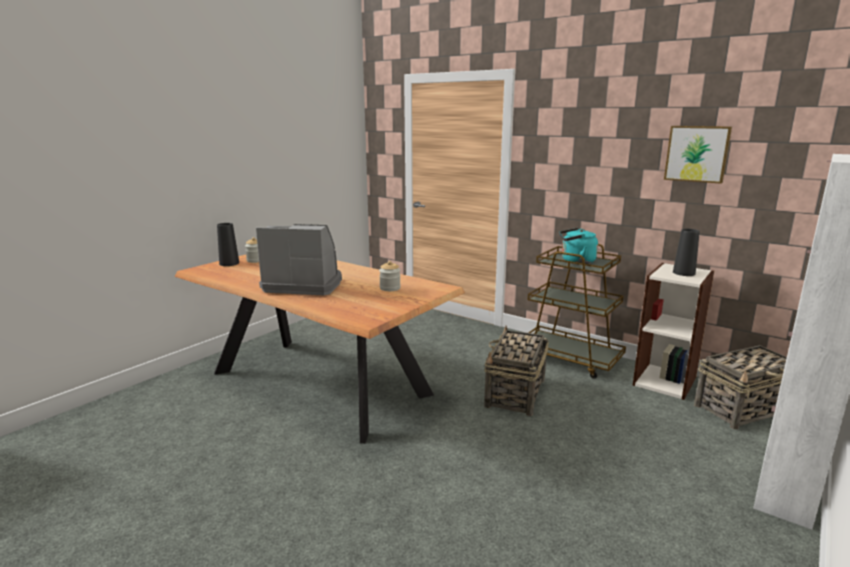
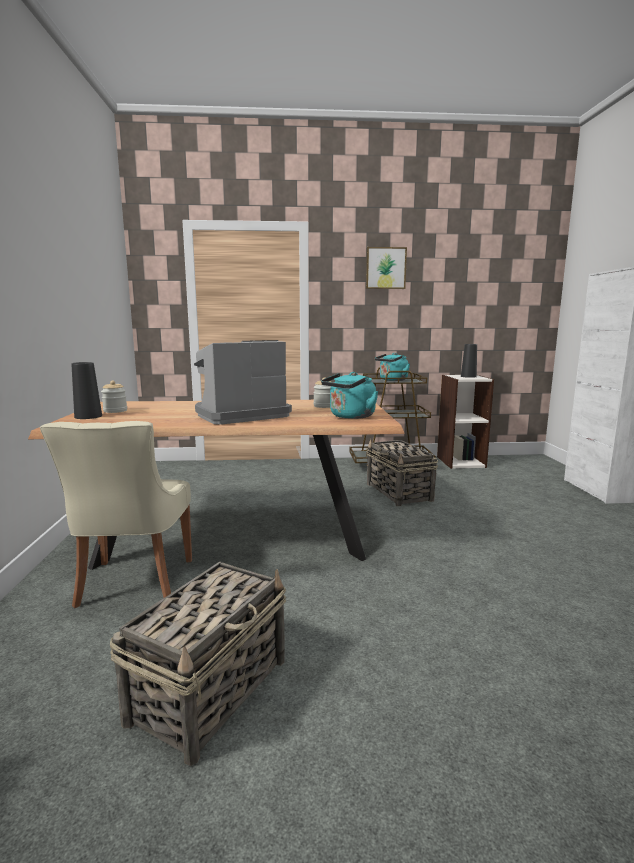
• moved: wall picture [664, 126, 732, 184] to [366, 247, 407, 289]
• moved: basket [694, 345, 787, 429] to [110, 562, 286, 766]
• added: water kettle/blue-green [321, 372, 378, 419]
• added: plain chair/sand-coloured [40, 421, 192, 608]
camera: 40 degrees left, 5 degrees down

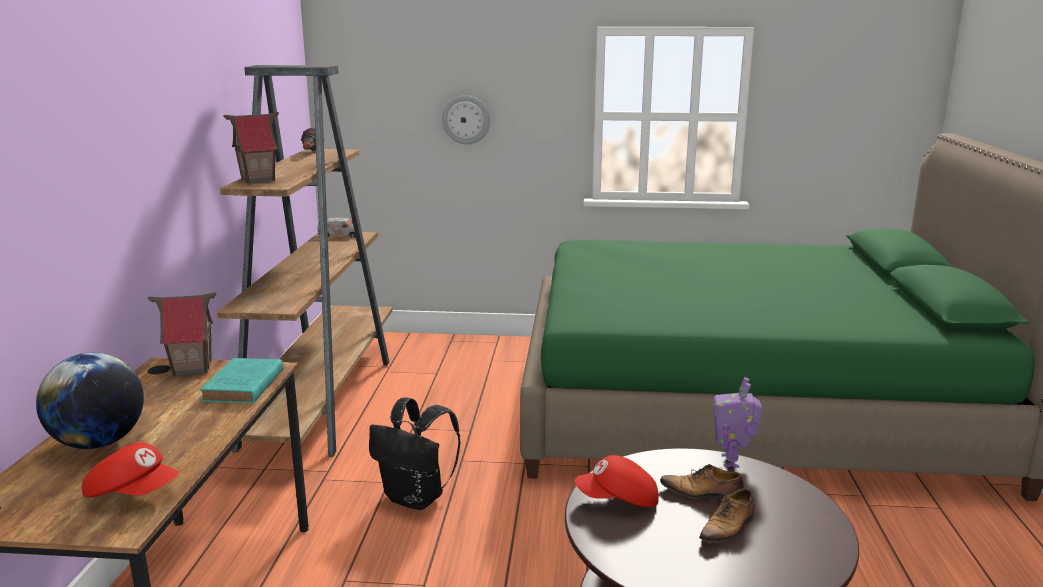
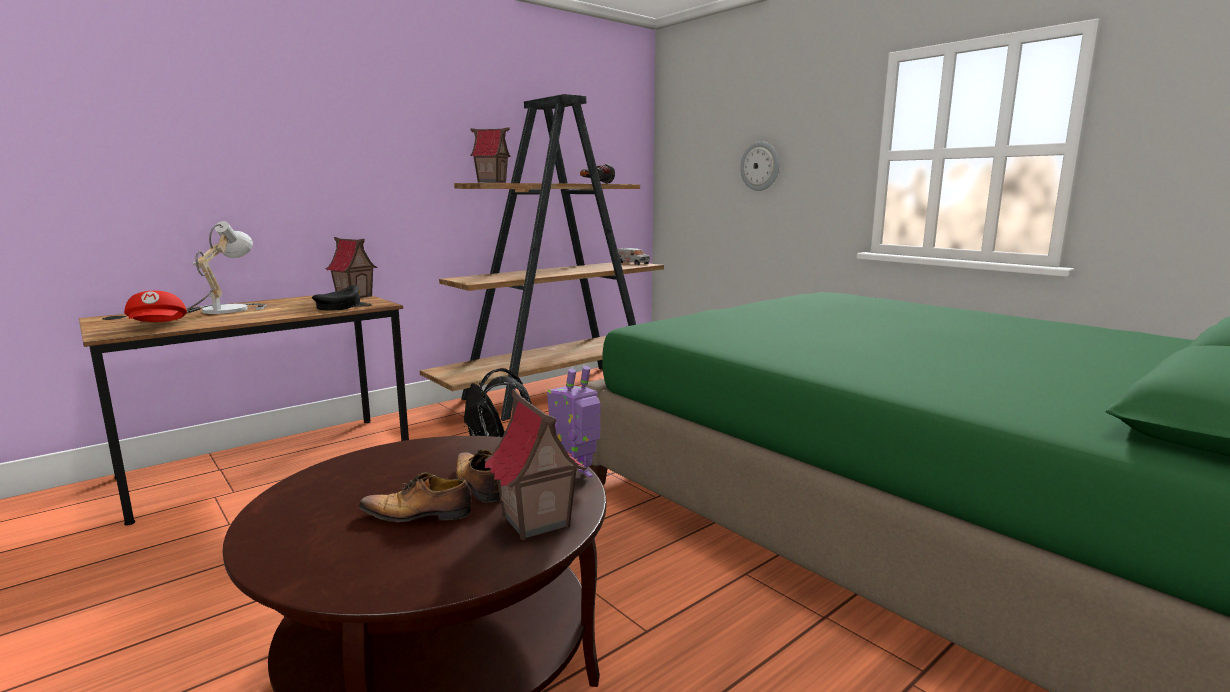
• replaced: globe [36, 352, 144, 449] to lamp for a table [186, 221, 267, 314]
• replaced: bound book/blue-green [200, 358, 284, 403] to baseball cap/black-coloured [312, 285, 372, 310]
• removed: baseball cap/red-coloured [575, 455, 659, 507]
• added: model house [484, 389, 586, 540]
camera: 45 degrees right, 5 degrees down

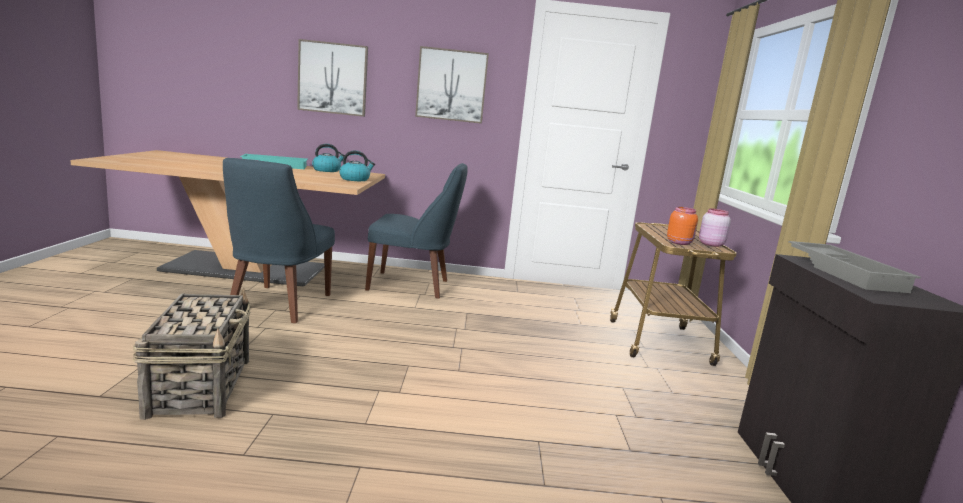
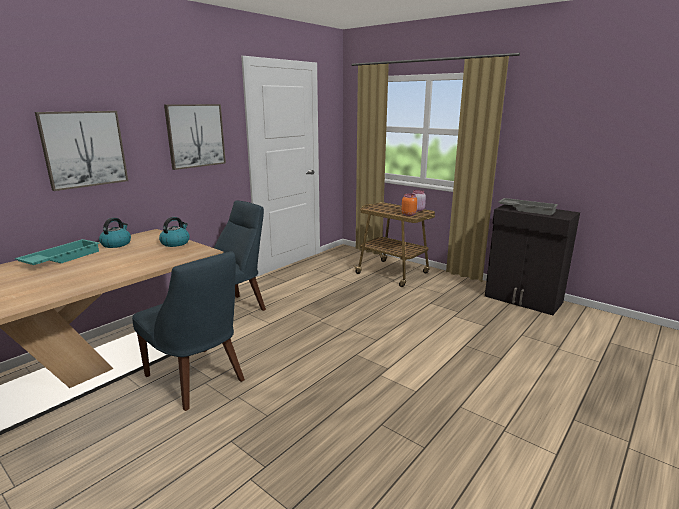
• removed: basket [132, 288, 250, 420]
camera: 50 degrees left, 5 degrees up

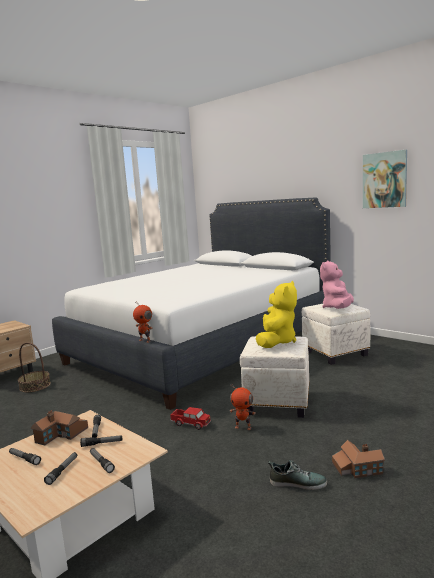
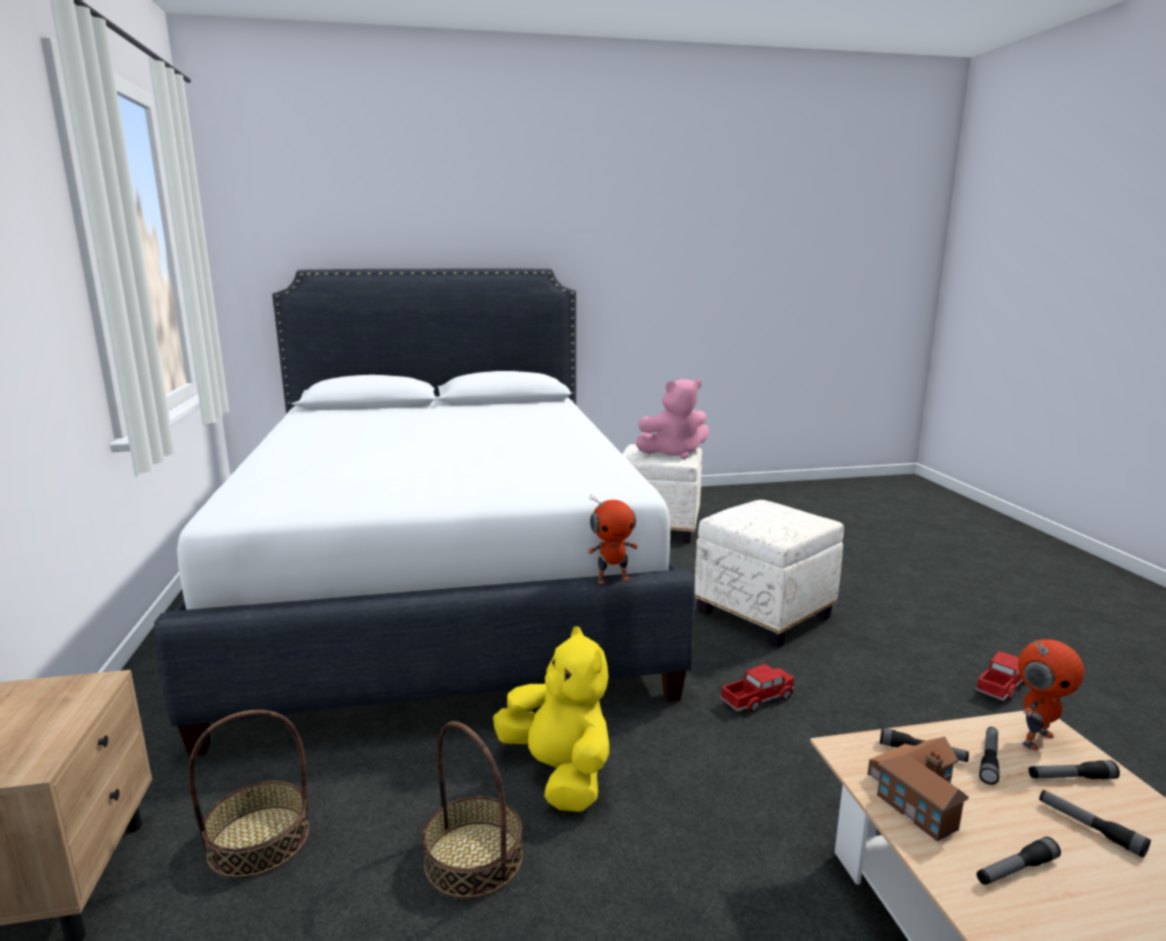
• removed: wall picture [363, 150, 407, 208]
• turned: soft toy/pink-coloured [320, 261, 354, 309] = [636, 379, 709, 459] 75 degrees counterclockwise
• moved: soft toy/yellowish [256, 281, 297, 348] to [493, 626, 609, 812]
• moved: toy robot [230, 384, 256, 430] to [1018, 639, 1084, 751]
• removed: model house [332, 440, 385, 478]
• replaced: low shoe [268, 460, 327, 490] to toy lorry [975, 651, 1025, 701]
• added: basket [422, 721, 523, 899]
camera: 55 degrees left, 5 degrees up

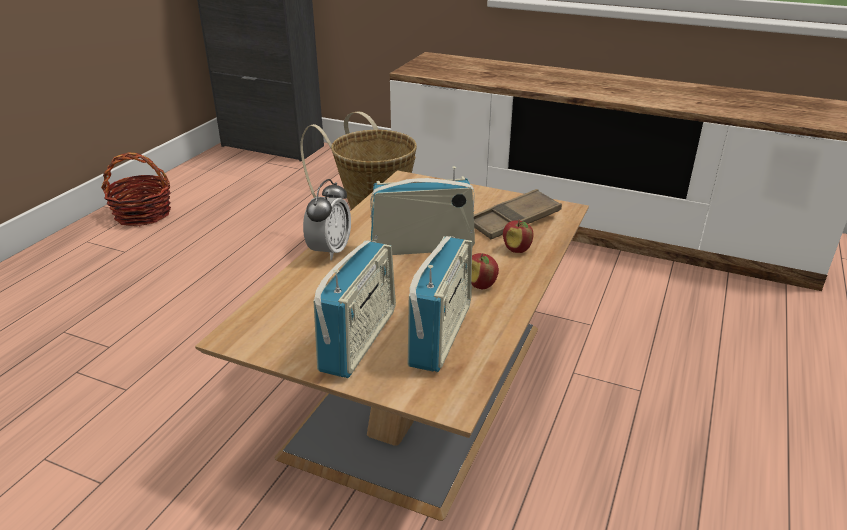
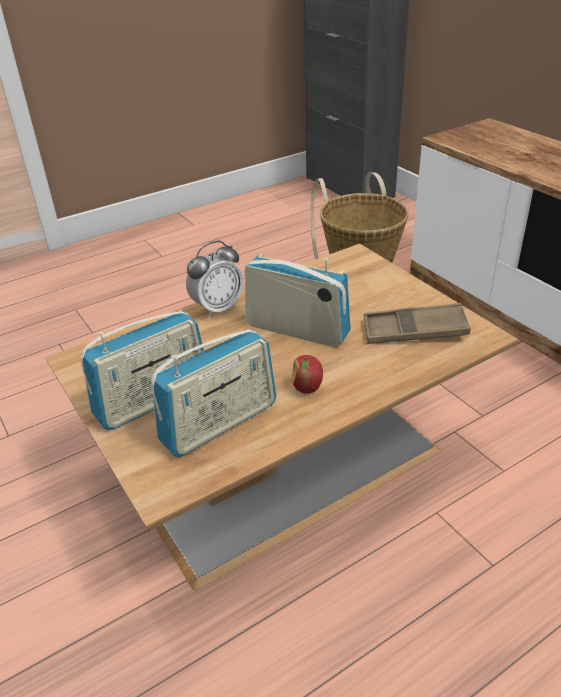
• removed: basket [101, 152, 171, 226]
• removed: apple [503, 220, 533, 253]
camera: 35 degrees right, 5 degrees up

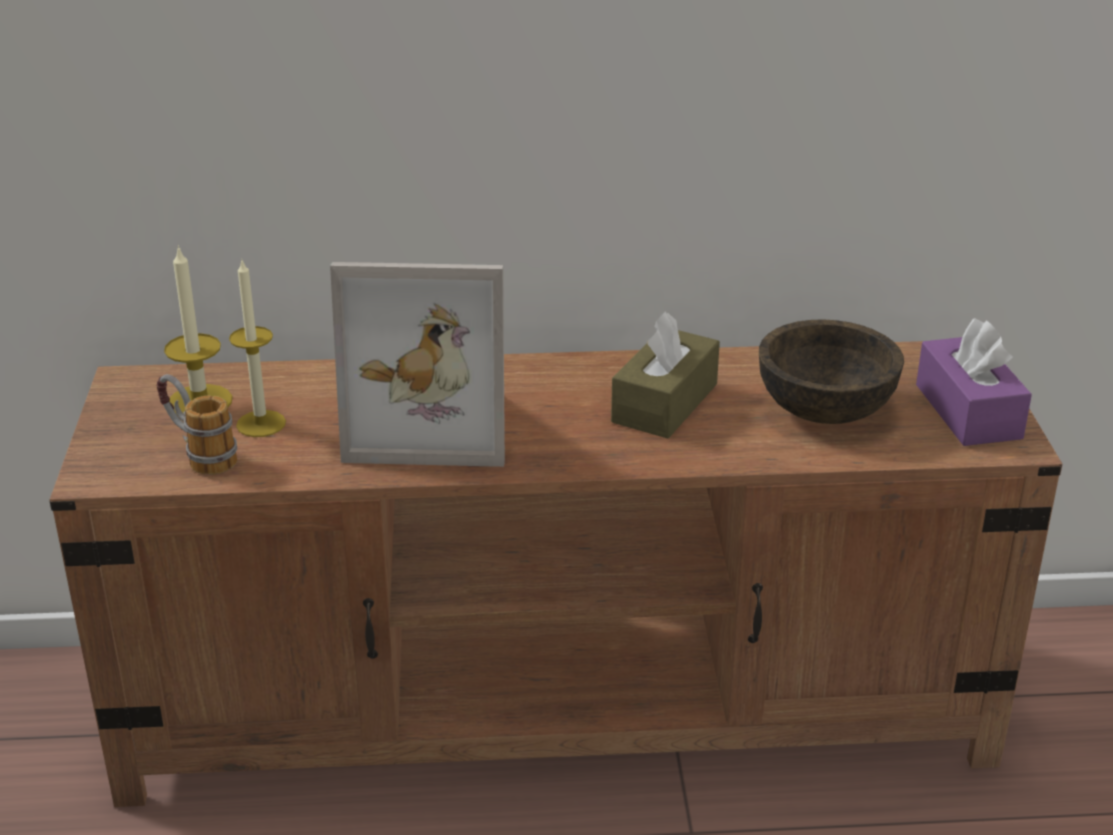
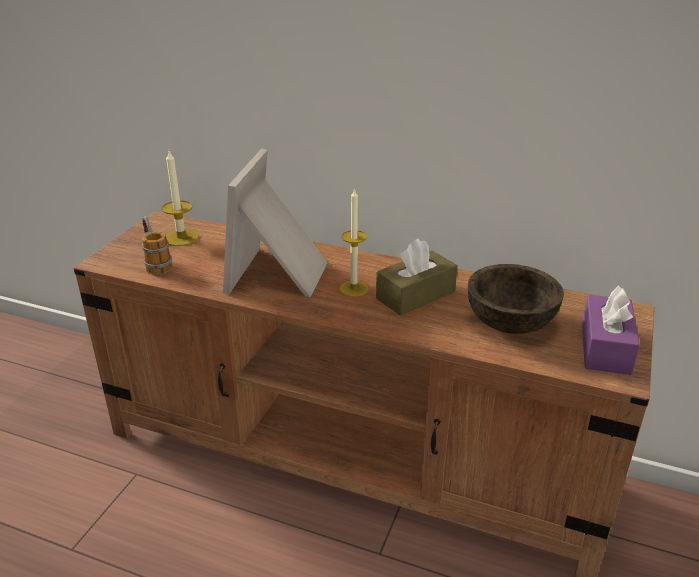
• moved: candle [229, 258, 286, 437] to [340, 188, 368, 297]
• turned: standing frame [330, 262, 505, 467] = [223, 149, 328, 297] 75 degrees clockwise
camera: 25 degrees right, 0 degrees up

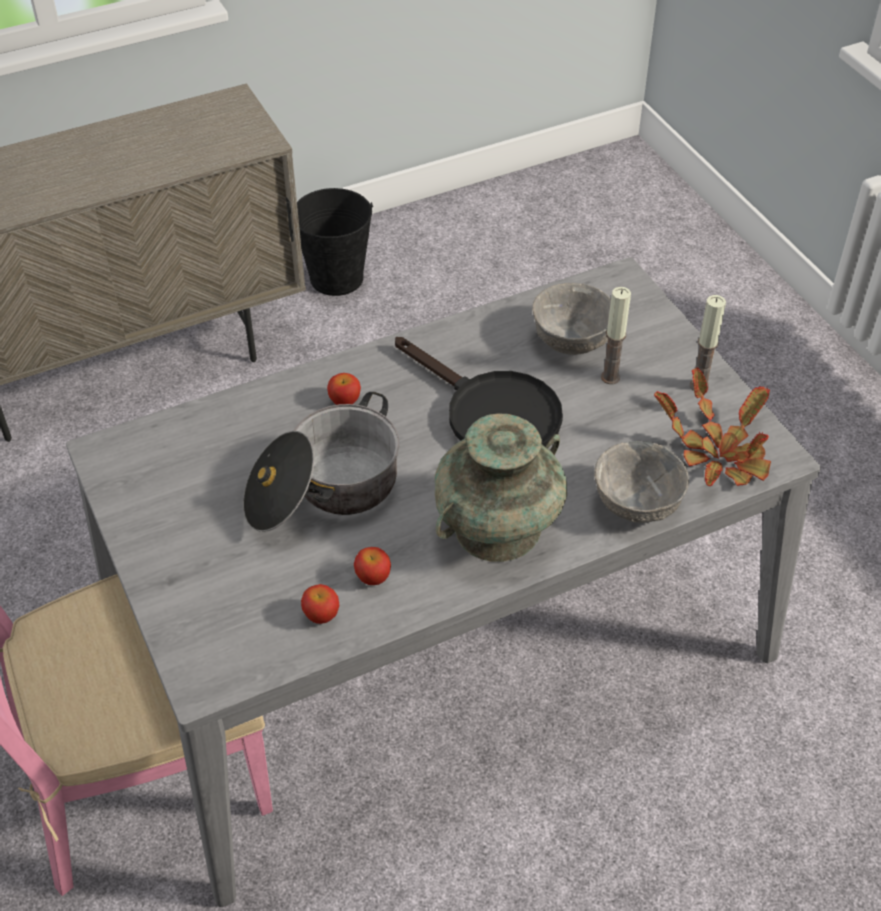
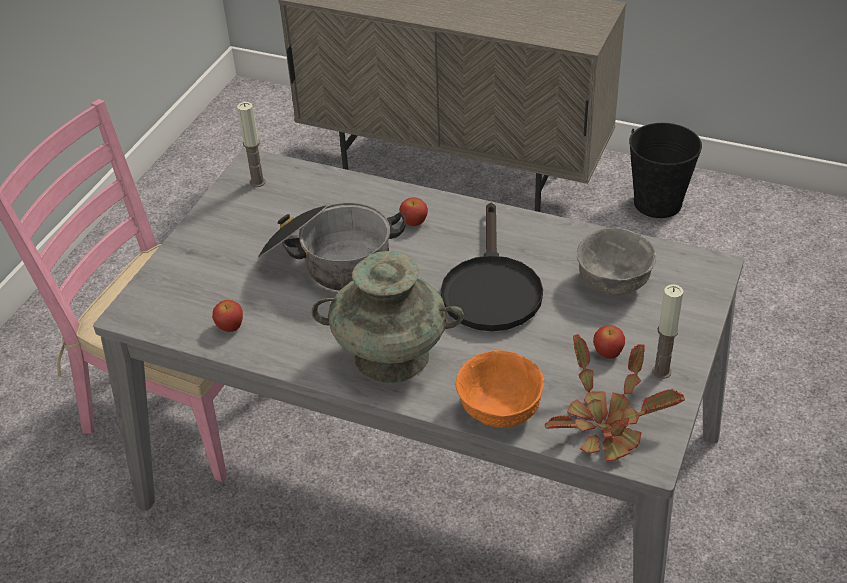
• moved: candle [601, 287, 631, 384] to [237, 102, 266, 187]
• recoloured: deep dish/greyish [594, 441, 689, 523] to deep dish/orange [456, 350, 544, 428]
• moved: apple [354, 547, 391, 585] to [593, 325, 625, 359]
camera: 50 degrees right, 5 degrees down

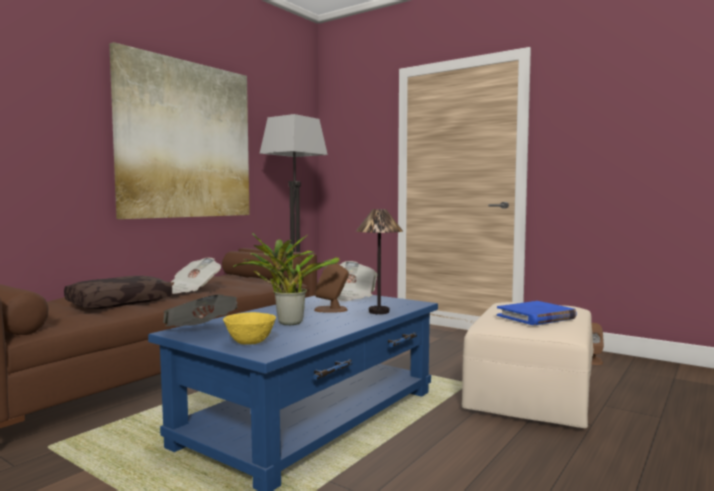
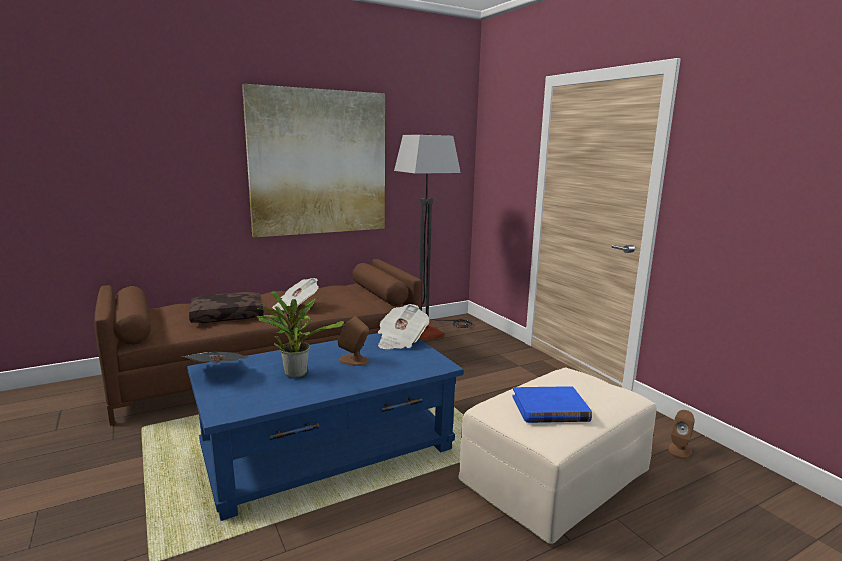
• removed: lamp for a table [356, 209, 403, 314]
• removed: deep dish/yellowish [223, 312, 276, 345]
camera: 25 degrees right, 10 degrees up

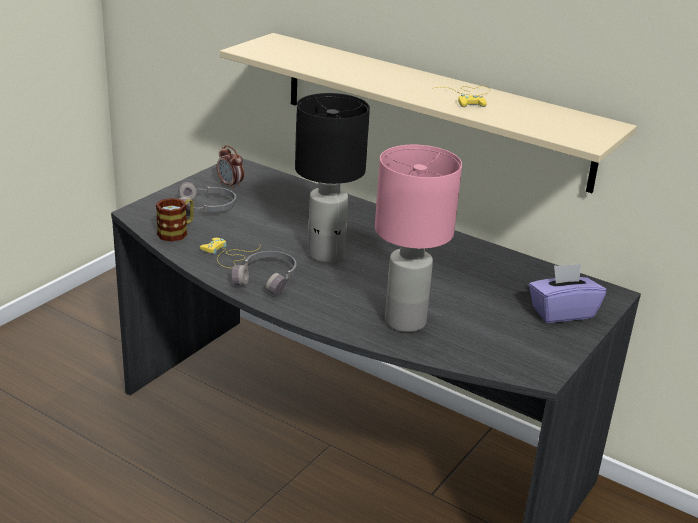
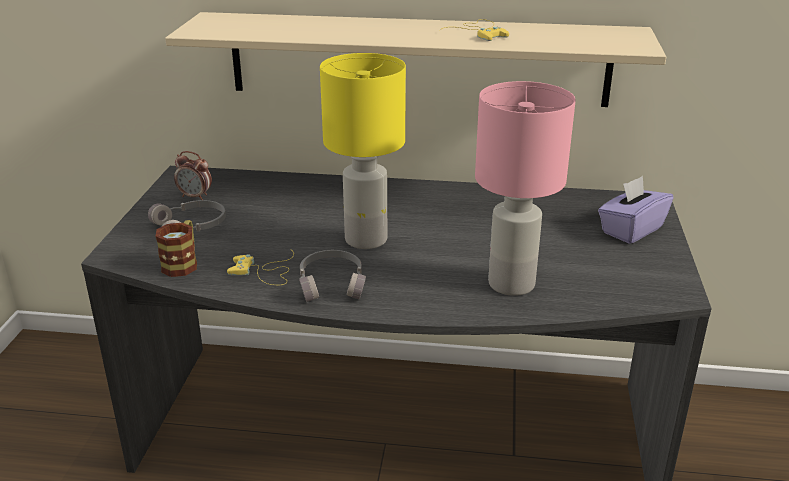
• recoloured: lamp for a table/black-coloured [295, 93, 370, 262] to lamp for a table/yellowish [320, 53, 406, 249]
camera: 25 degrees left, 0 degrees up

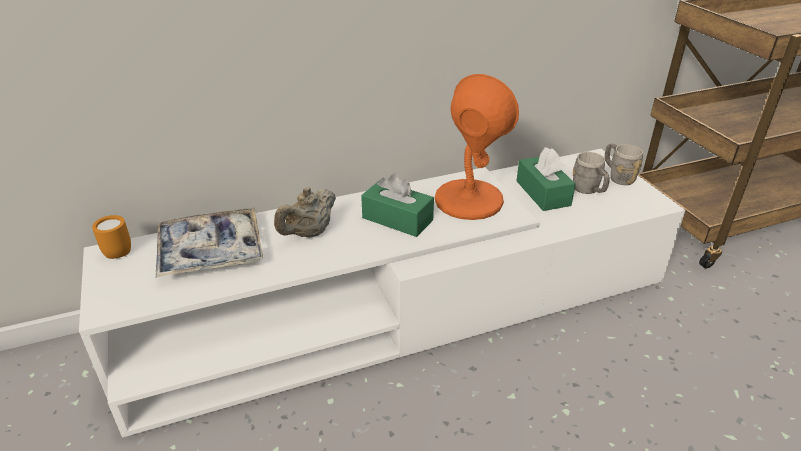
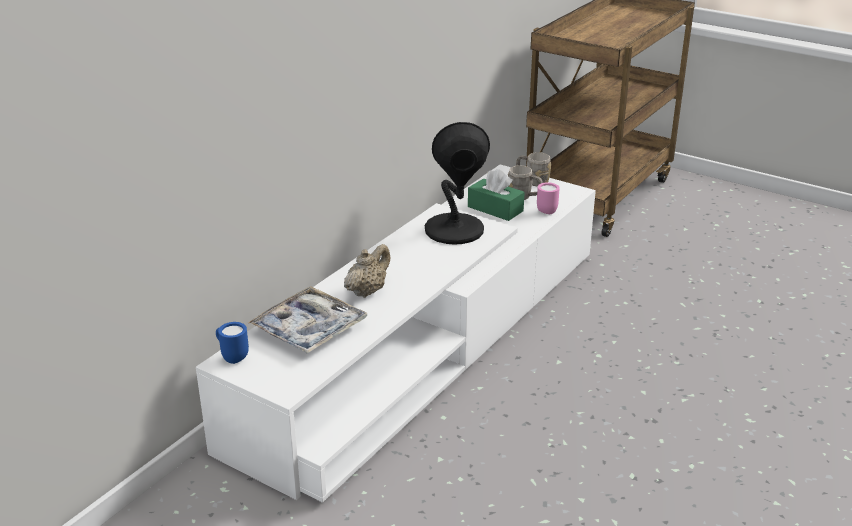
• recoloured: lamp for a table/orange [435, 74, 519, 220] to lamp for a table/black-coloured [425, 122, 490, 244]
• removed: box of tissues/green [361, 173, 434, 237]
• turned: tea pot/sand-coloured [274, 187, 336, 238] = [344, 244, 390, 298] 150 degrees counterclockwise
• recoloured: tea mug/orange [92, 215, 131, 259] to tea mug/blue [216, 322, 249, 364]
• added: tea mug/pink-coloured [537, 182, 560, 214]
camera: 35 degrees left, 5 degrees down

